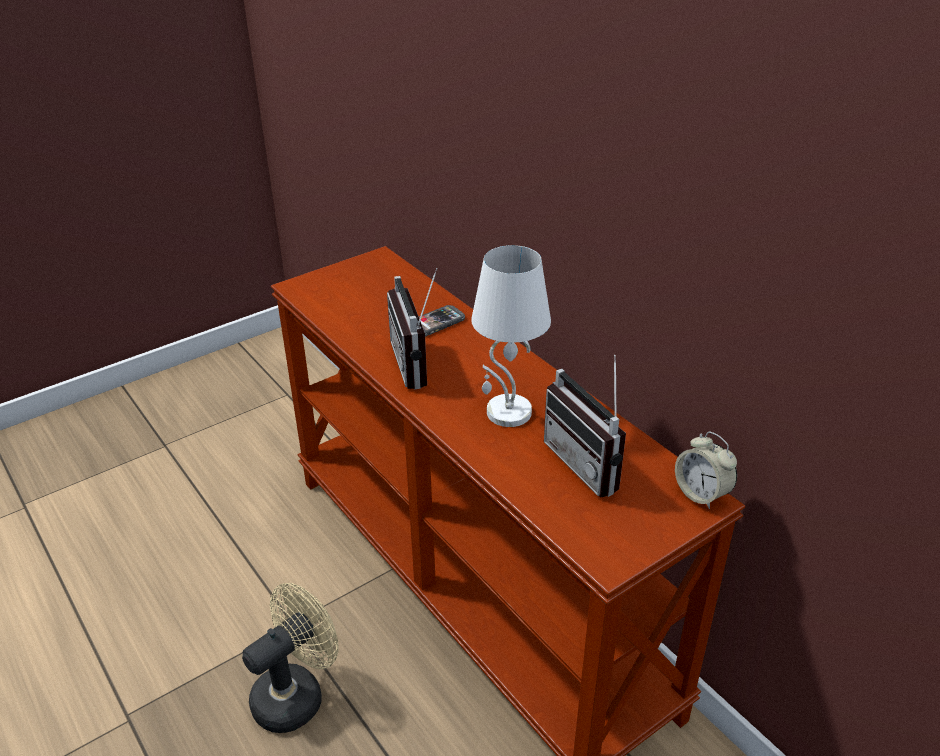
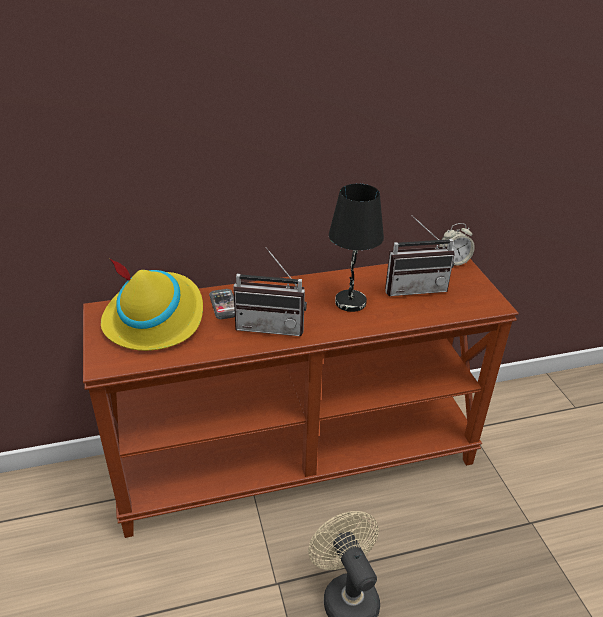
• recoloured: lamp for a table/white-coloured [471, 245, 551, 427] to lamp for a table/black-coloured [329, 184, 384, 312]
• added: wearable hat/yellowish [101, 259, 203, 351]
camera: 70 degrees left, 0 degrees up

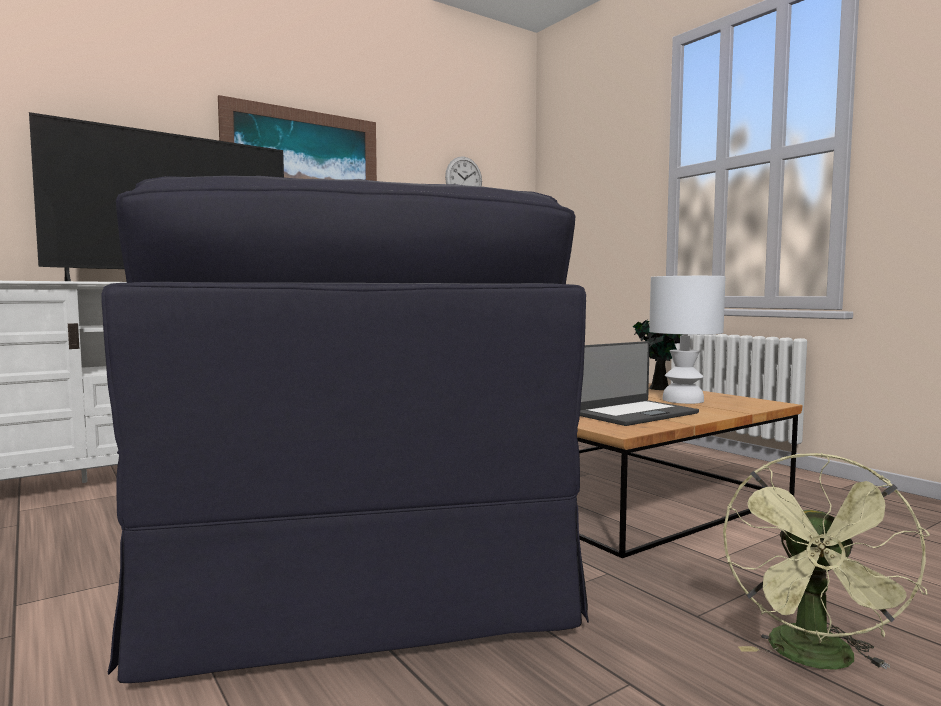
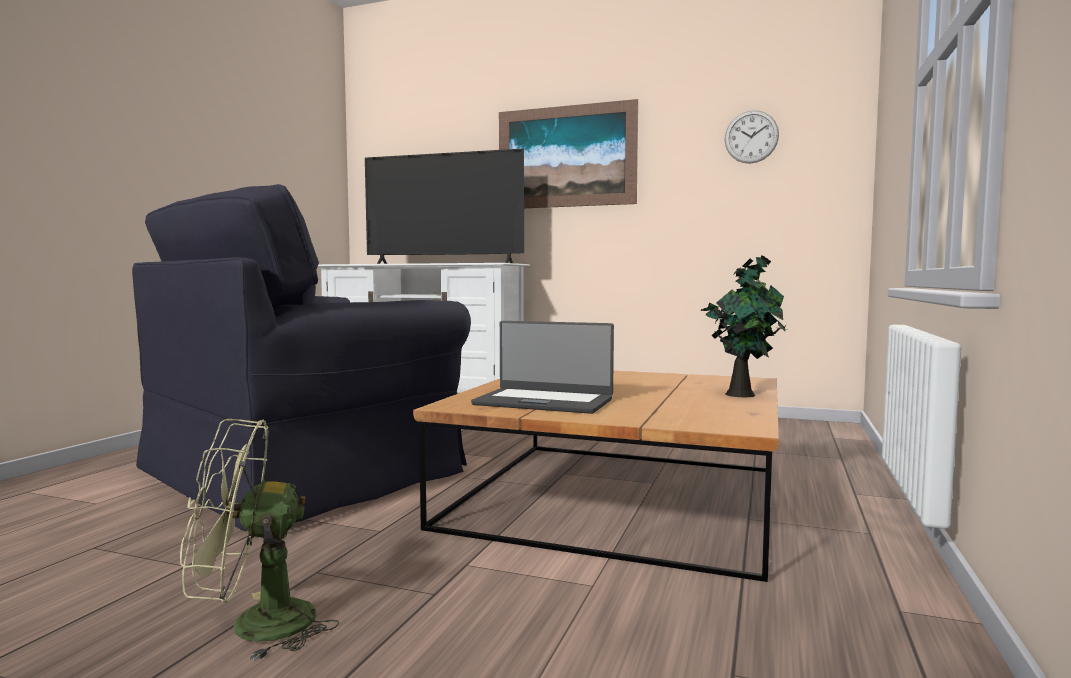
• removed: lamp for a table/white-coloured [649, 276, 725, 404]
camera: 55 degrees right, 0 degrees up

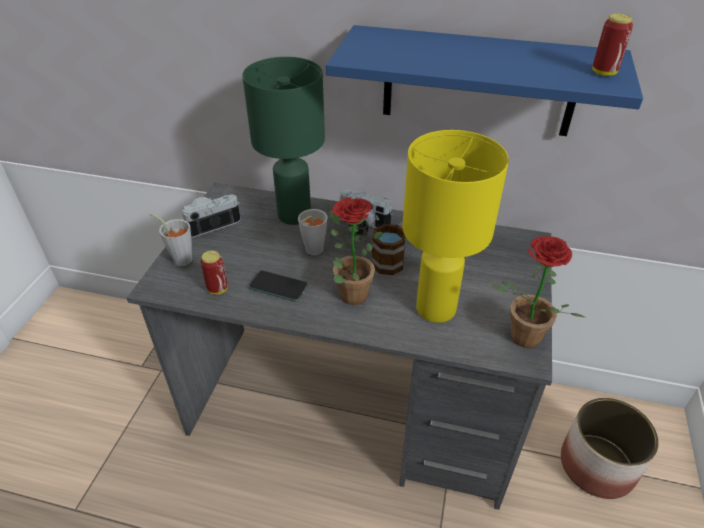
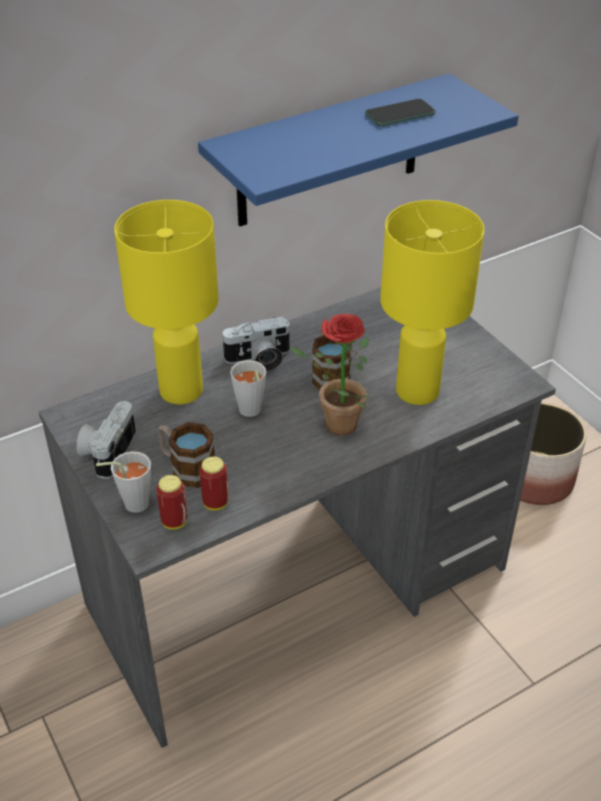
• moved: sealed can [592, 14, 633, 76] to [156, 475, 188, 530]
• recoloured: lamp for a table/green [242, 57, 325, 225] to lamp for a table/yellowish [114, 200, 219, 404]
• removed: potted plant [492, 236, 585, 348]
• moved: telephone [249, 270, 308, 302] to [365, 99, 436, 126]
• added: tea mug [158, 422, 215, 488]
camera: 45 degrees left, 0 degrees up

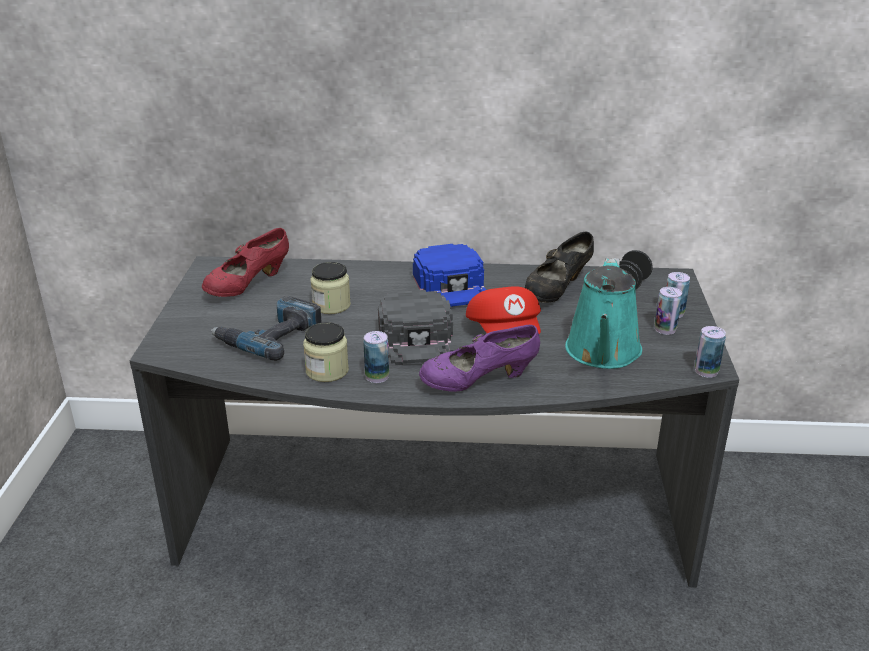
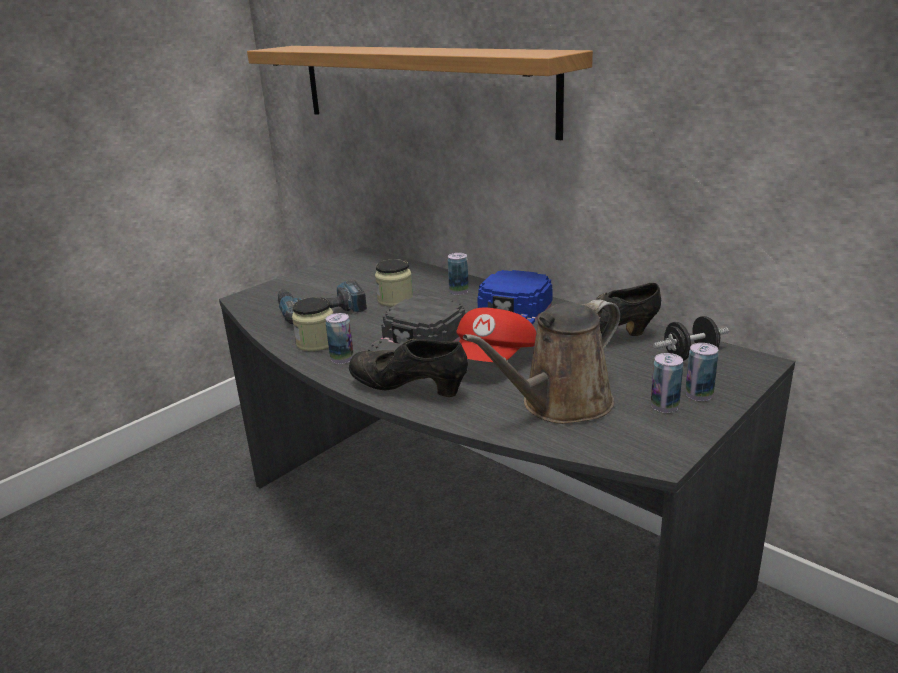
• removed: low shoe/red-coloured [202, 228, 289, 297]
• recoloured: watering can/blue-green [565, 258, 642, 369] to watering can/brownish [463, 299, 620, 424]
• recoloured: low shoe/purplish [419, 325, 540, 392] to low shoe/black-coloured [349, 339, 468, 397]
• moved: sealed can [695, 326, 726, 378] to [448, 253, 469, 295]
• added: wall shelf [247, 46, 593, 140]
camera: 40 degrees right, 5 degrees down

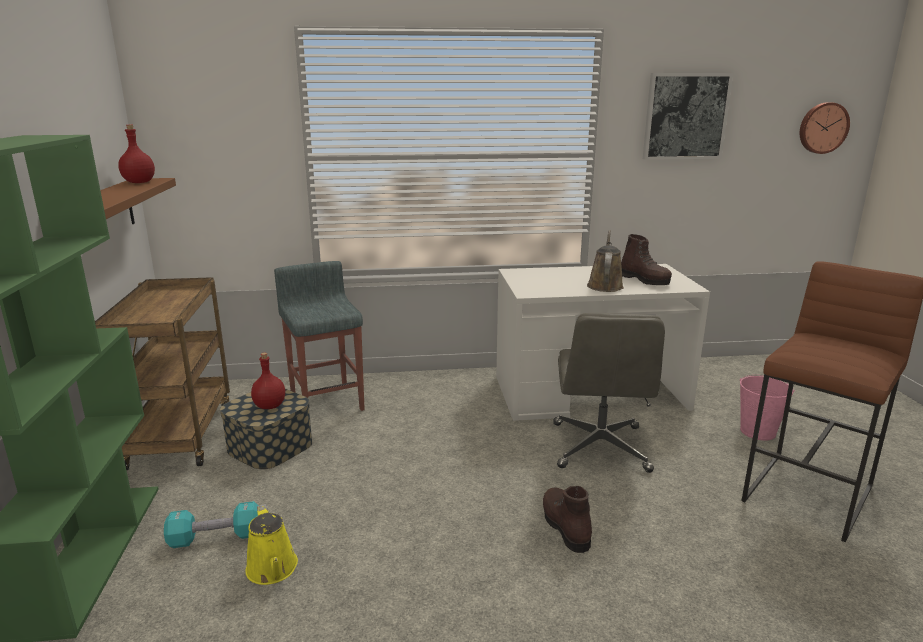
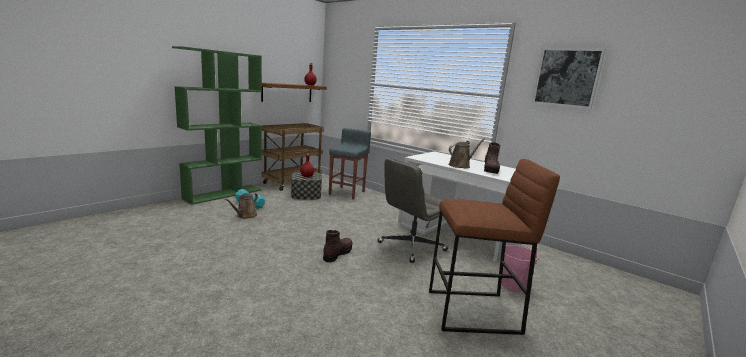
• removed: clock on the wall [800, 102, 850, 154]
• recoloured: watering can/yellowish [245, 504, 298, 585] to watering can/brownish [225, 193, 258, 219]
camera: 45 degrees right, 5 degrees down

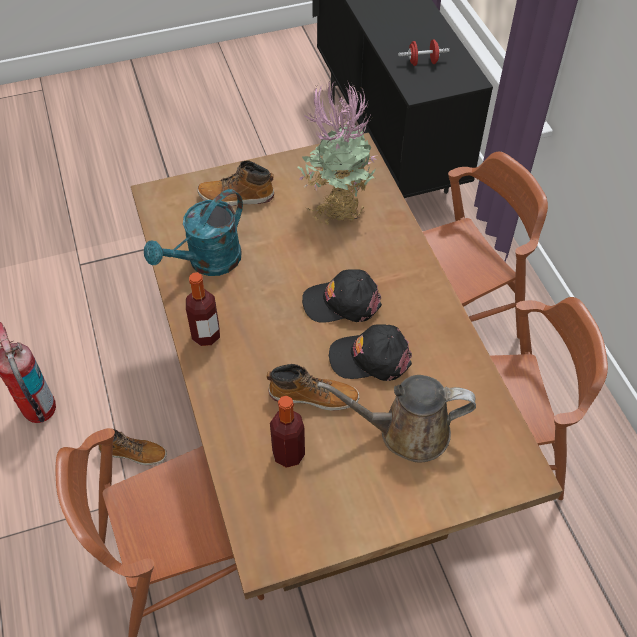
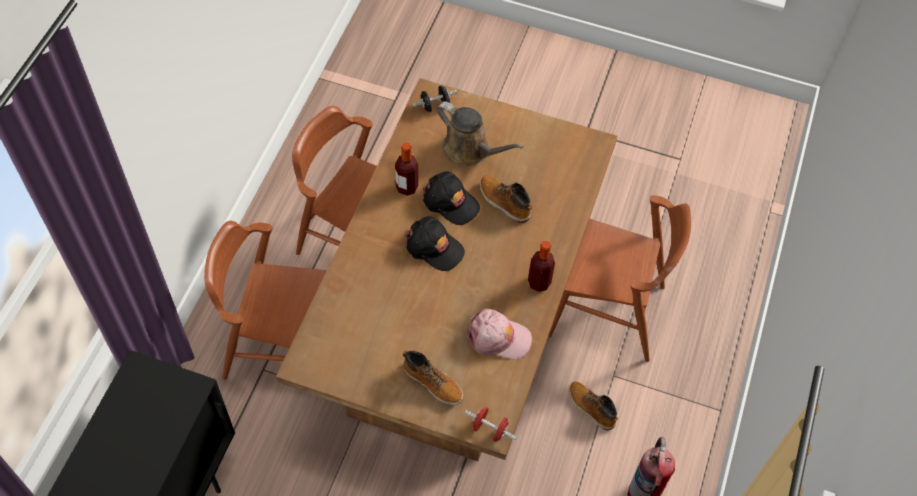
• moved: free weight/red-coloured [398, 39, 449, 66] to [465, 407, 516, 442]
• removed: potted plant [298, 80, 378, 225]
• replaced: watering can/blue-green [144, 189, 243, 276] to baseball cap/pink-coloured [467, 309, 532, 359]
• moved: drink bottle [270, 396, 305, 468] to [395, 142, 418, 196]
• added: free weight/black-coloured [412, 85, 458, 112]
camera: 145 degrees left, 5 degrees up

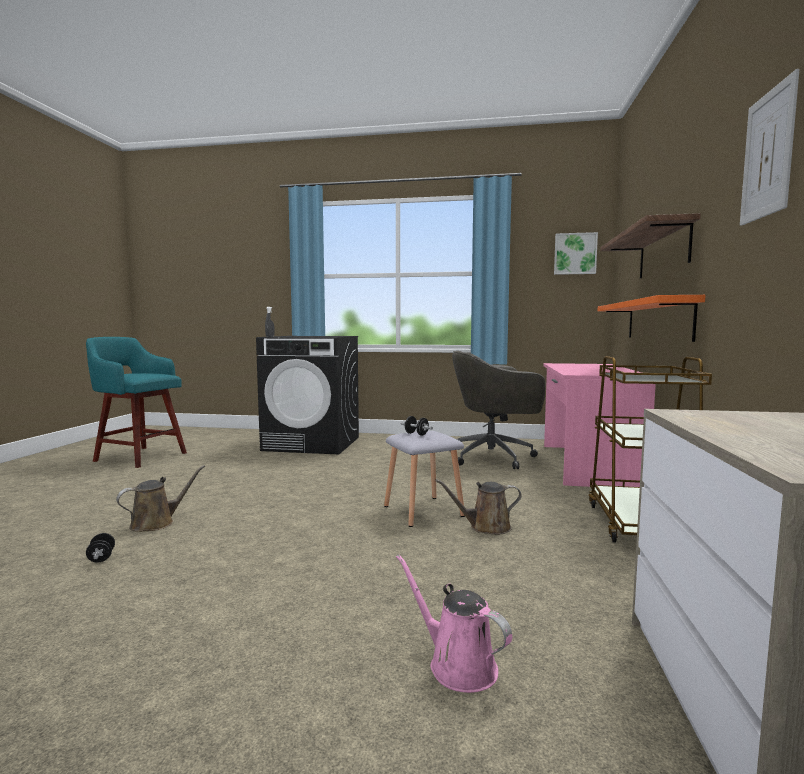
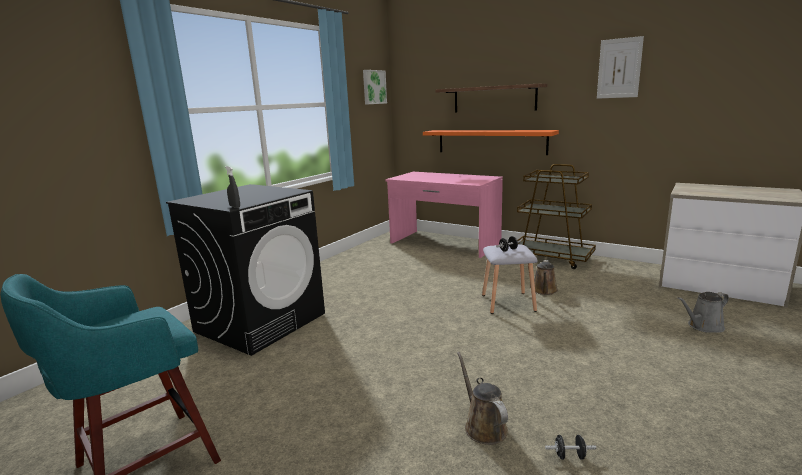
• removed: desk chair/greyish [450, 351, 545, 469]
• recoloured: watering can/pink-coloured [396, 554, 512, 693] to watering can/greyish [678, 292, 729, 333]
camera: 65 degrees left, 10 degrees up

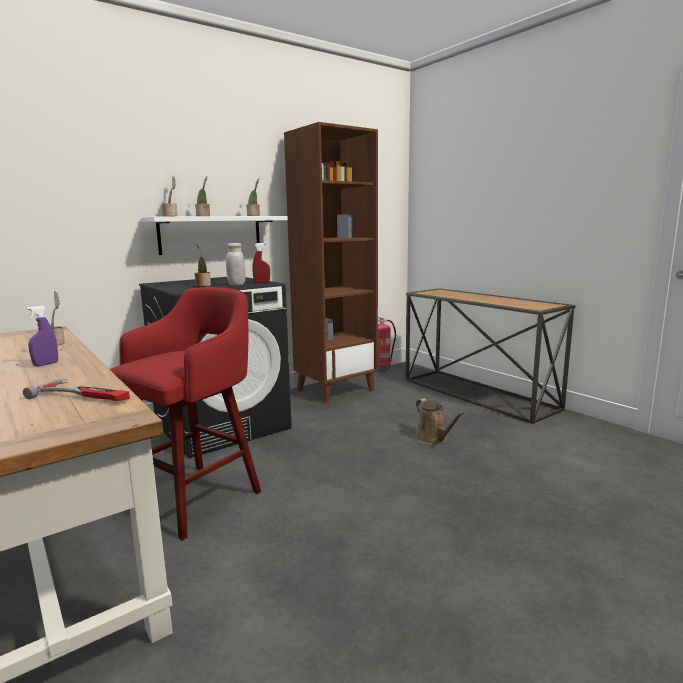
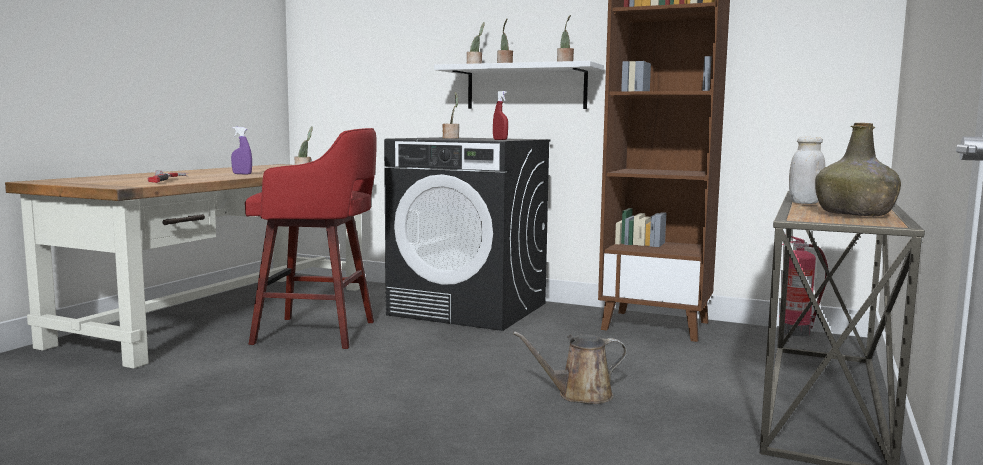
• moved: jar/white-coloured [226, 243, 246, 286] to [789, 137, 825, 204]
• turned: watering can/brownish [415, 398, 464, 444] = [513, 331, 627, 404] 45 degrees clockwise
• added: drink bottle/green [815, 123, 901, 216]
camera: 60 degrees right, 5 degrees down

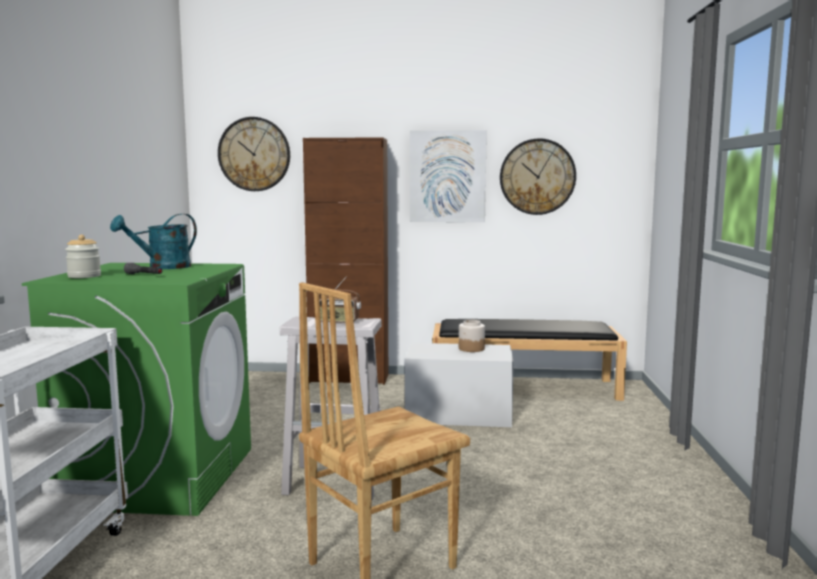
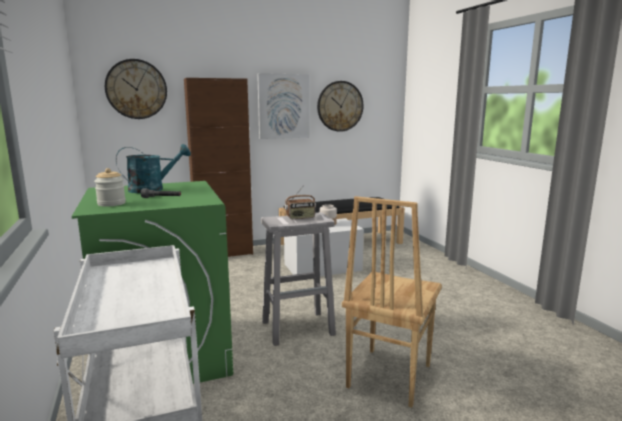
• turned: watering can/blue-green [110, 214, 197, 269] = [116, 144, 191, 193] 135 degrees counterclockwise
camera: 25 degrees left, 5 degrees up

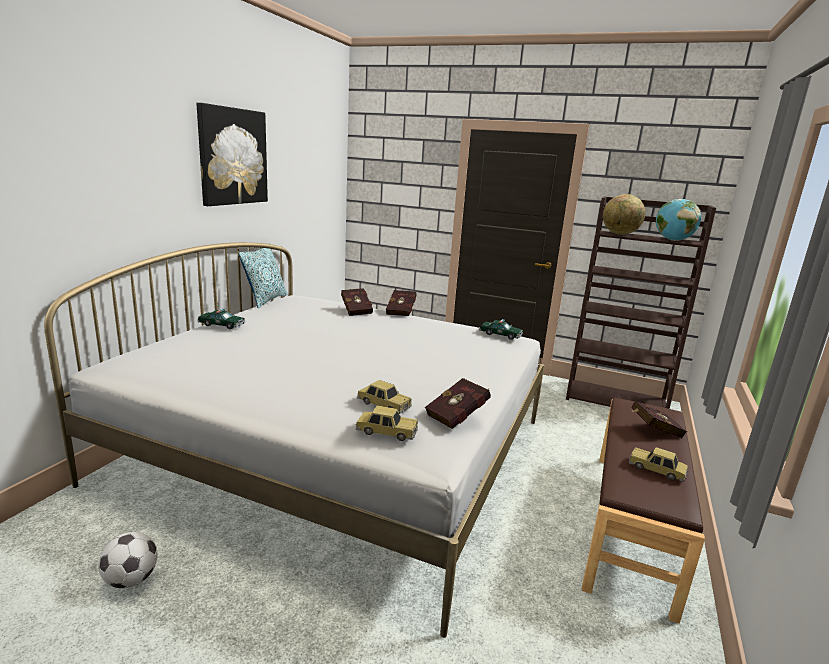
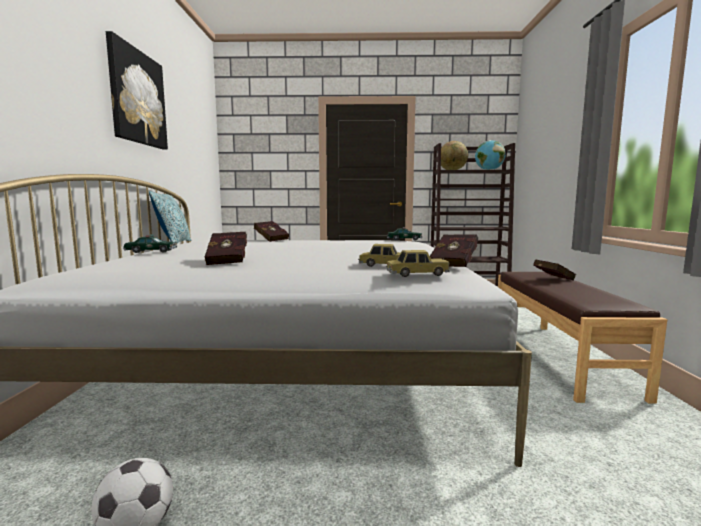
• moved: bound book/red-coloured [386, 290, 417, 316] to [205, 232, 247, 265]
• removed: model car [629, 447, 689, 482]
camera: 20 degrees left, 10 degrees down

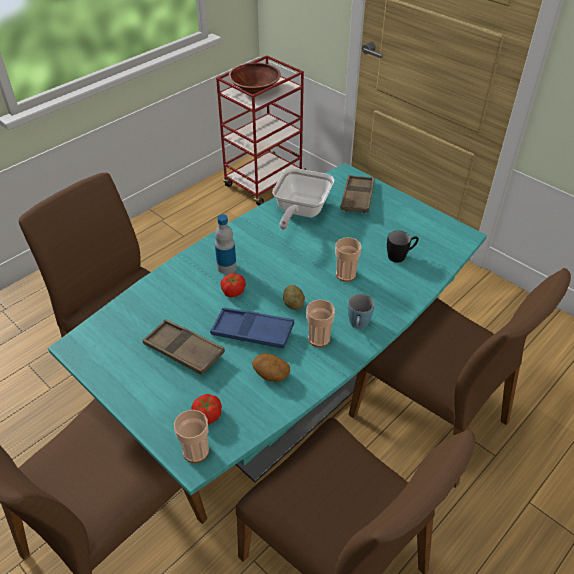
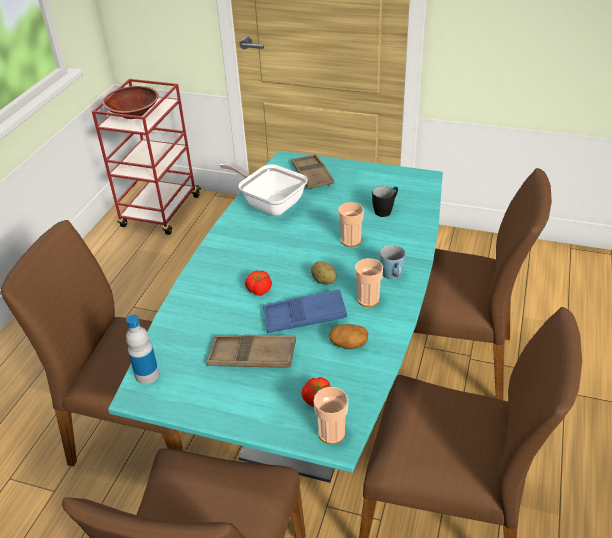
• turned: frying pan [272, 168, 334, 230] = [220, 162, 307, 216] 135 degrees clockwise
• moved: drink bottle [215, 214, 237, 274] to [126, 314, 159, 384]
camera: 25 degrees left, 5 degrees down

